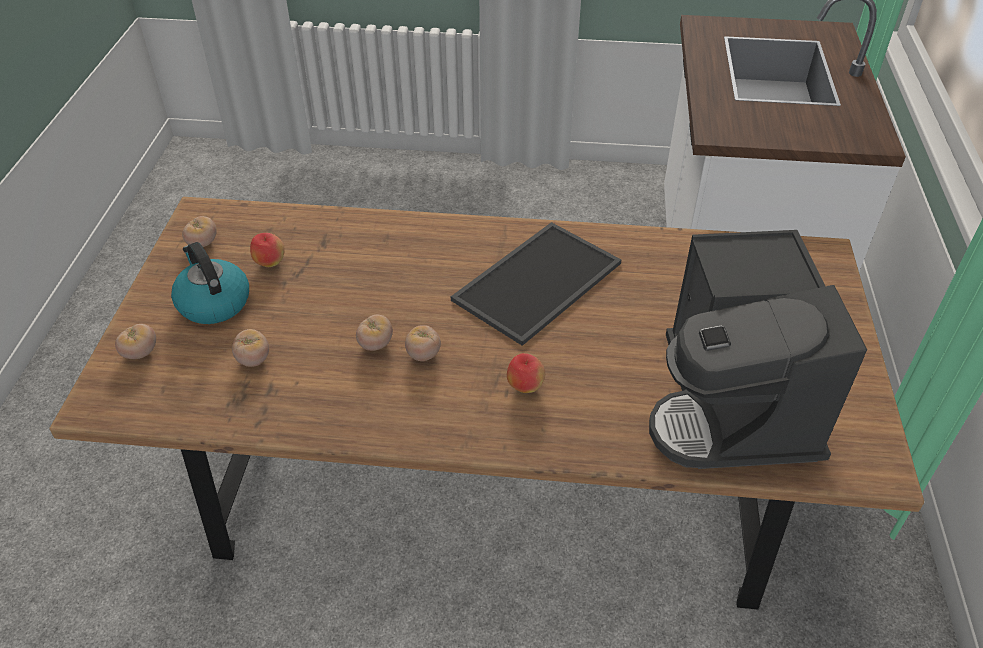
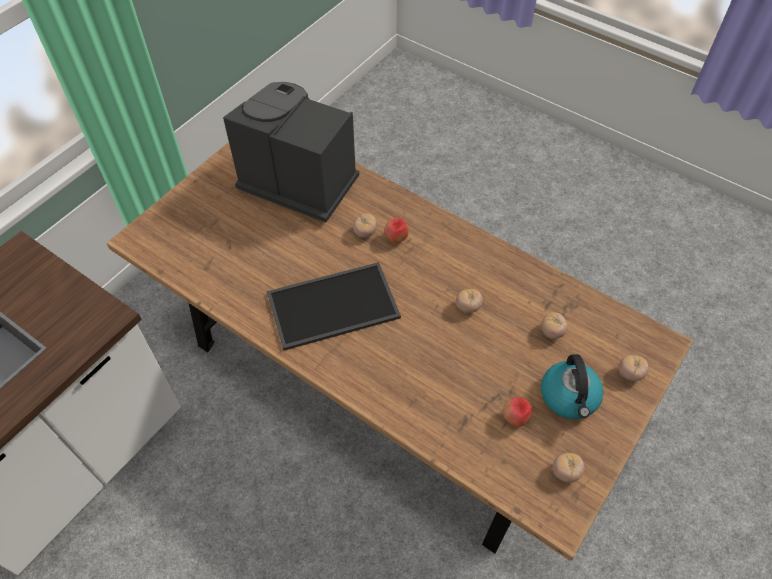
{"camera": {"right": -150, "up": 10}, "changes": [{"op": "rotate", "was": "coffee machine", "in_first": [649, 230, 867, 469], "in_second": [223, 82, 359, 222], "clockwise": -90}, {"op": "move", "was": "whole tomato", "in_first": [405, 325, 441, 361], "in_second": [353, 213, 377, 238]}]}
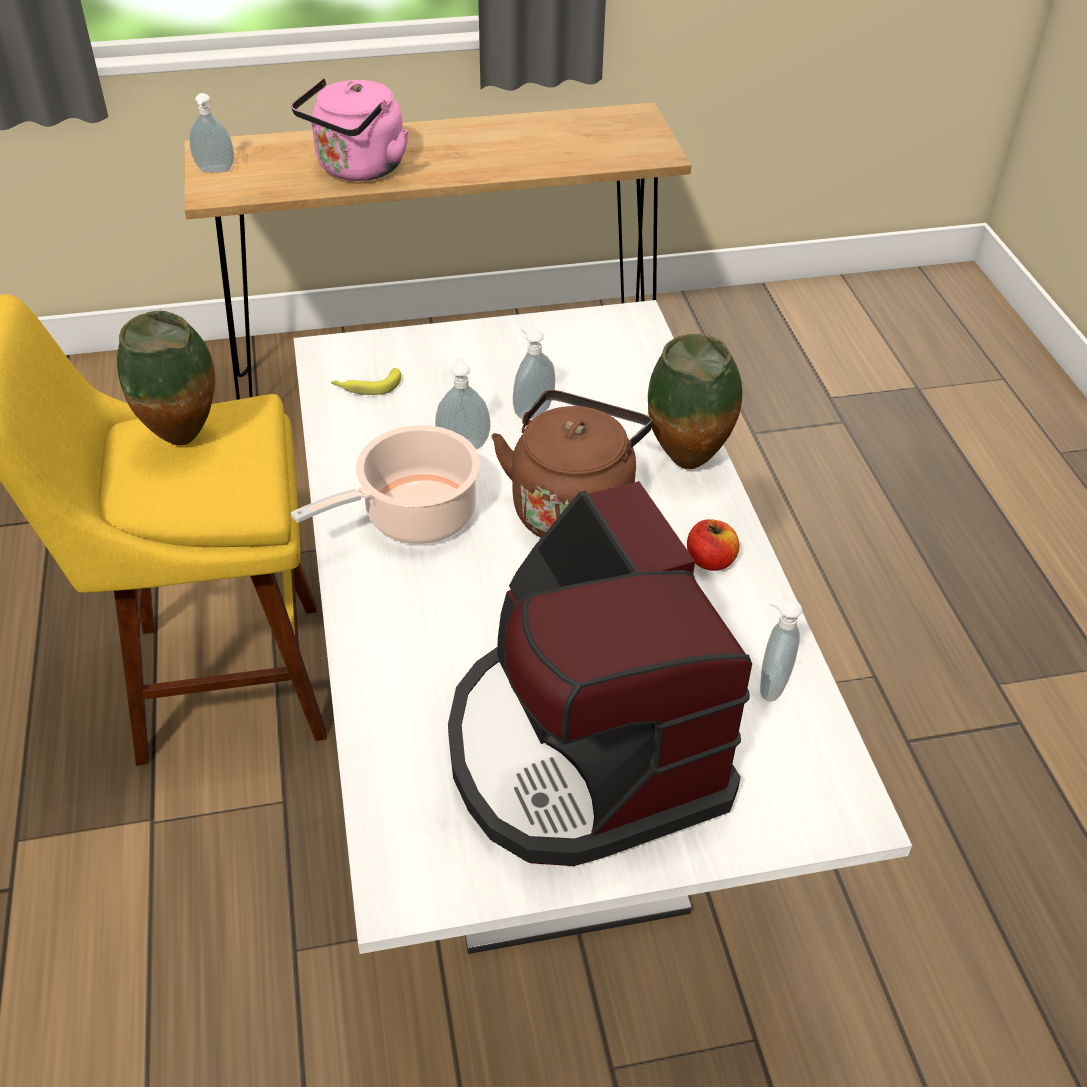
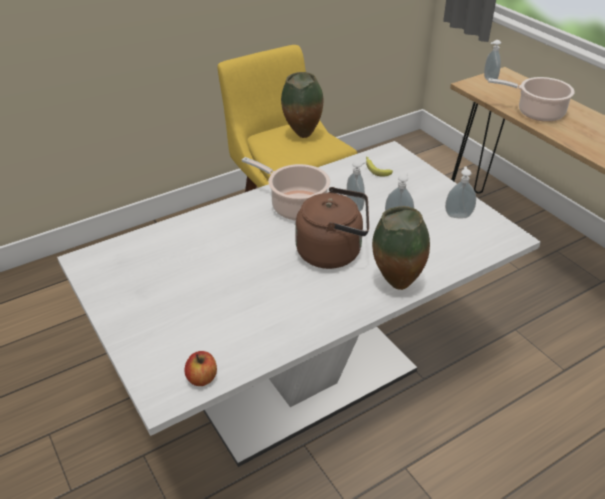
{"camera": {"right": 70, "up": -5}, "changes": [{"op": "replace", "was": "water kettle/pinkish", "now": "stockpot", "in_first": [291, 78, 409, 181], "in_second": [488, 77, 575, 122]}, {"op": "delete", "was": "coffee machine", "in_first": [448, 481, 752, 866]}, {"op": "move", "was": "apple fruit", "in_first": [687, 519, 739, 571], "in_second": [185, 351, 217, 386]}, {"op": "move", "was": "liquid soap bottle", "in_first": [760, 599, 802, 701], "in_second": [445, 166, 476, 218]}]}
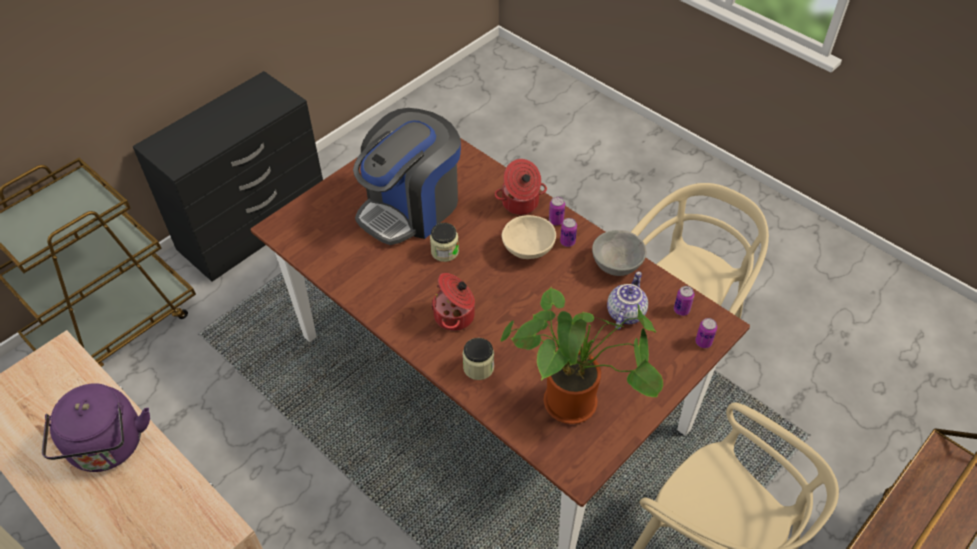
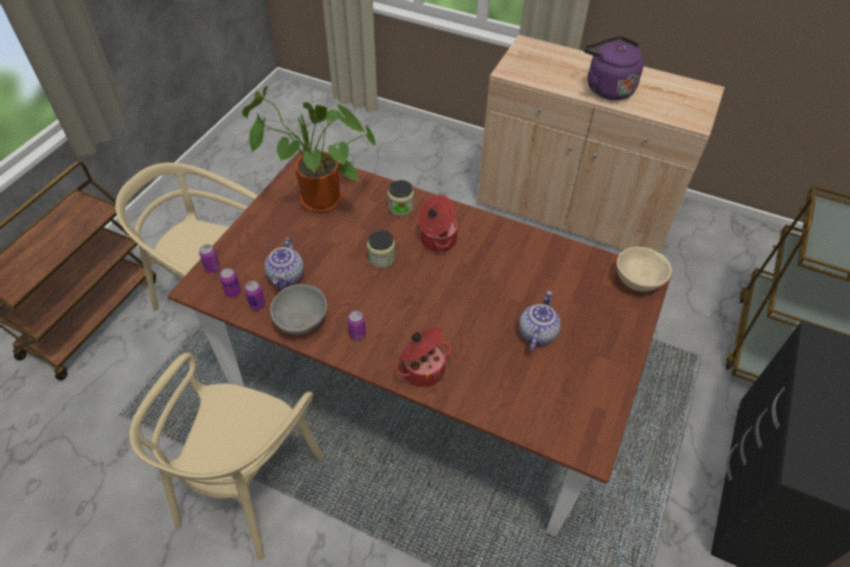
{"camera": {"right": 160, "up": 0}, "changes": [{"op": "replace", "was": "coffee machine", "now": "tea pot", "in_first": [353, 108, 461, 245], "in_second": [519, 291, 561, 351]}, {"op": "move", "was": "metal can", "in_first": [549, 197, 565, 225], "in_second": [245, 281, 265, 310]}, {"op": "move", "was": "serving bowl/beige-coloured", "in_first": [502, 215, 556, 259], "in_second": [617, 247, 672, 292]}, {"op": "move", "was": "jar", "in_first": [430, 223, 459, 262], "in_second": [367, 230, 395, 268]}]}
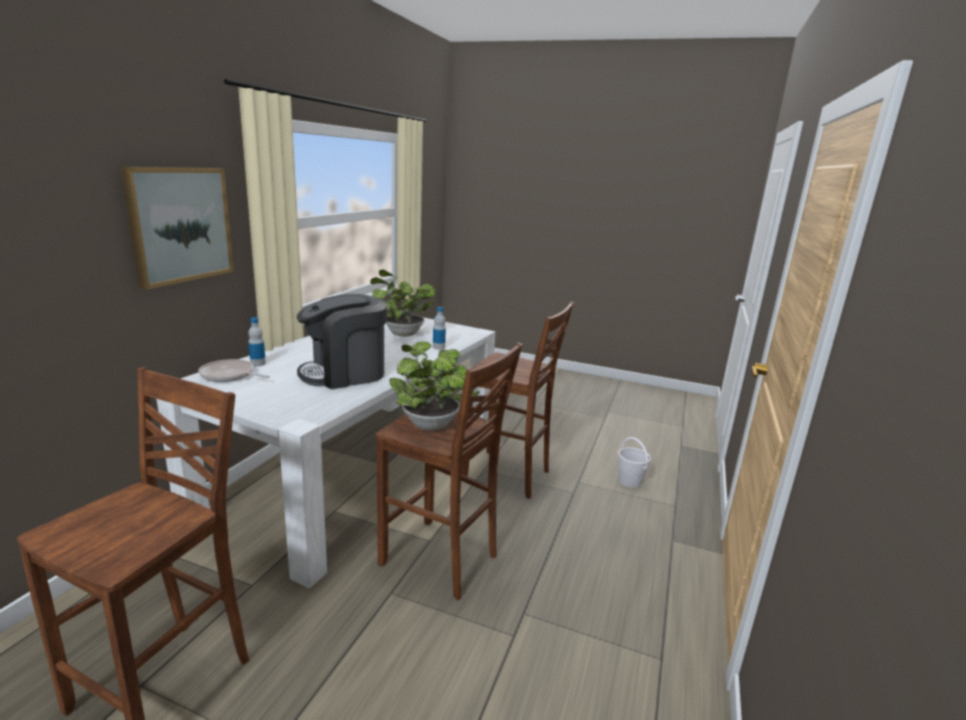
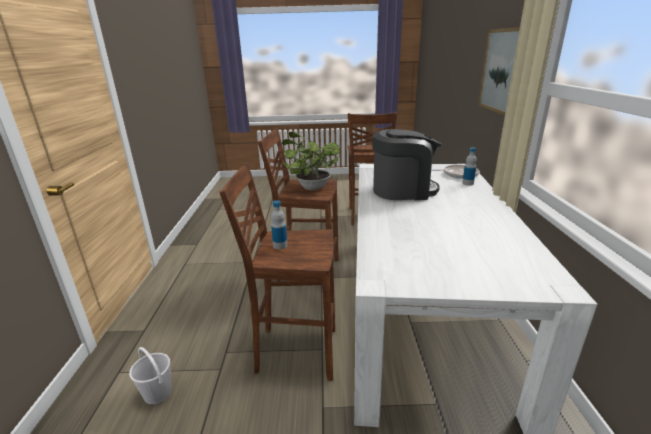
{"camera": {"right": 160, "up": 5}, "changes": [{"op": "delete", "was": "potted plant", "in_first": [370, 269, 436, 337]}, {"op": "rotate", "was": "coffee machine", "in_first": [297, 294, 387, 389], "in_second": [372, 129, 442, 200], "clockwise": 45}, {"op": "move", "was": "drink bottle", "in_first": [433, 307, 446, 350], "in_second": [271, 200, 288, 249]}]}
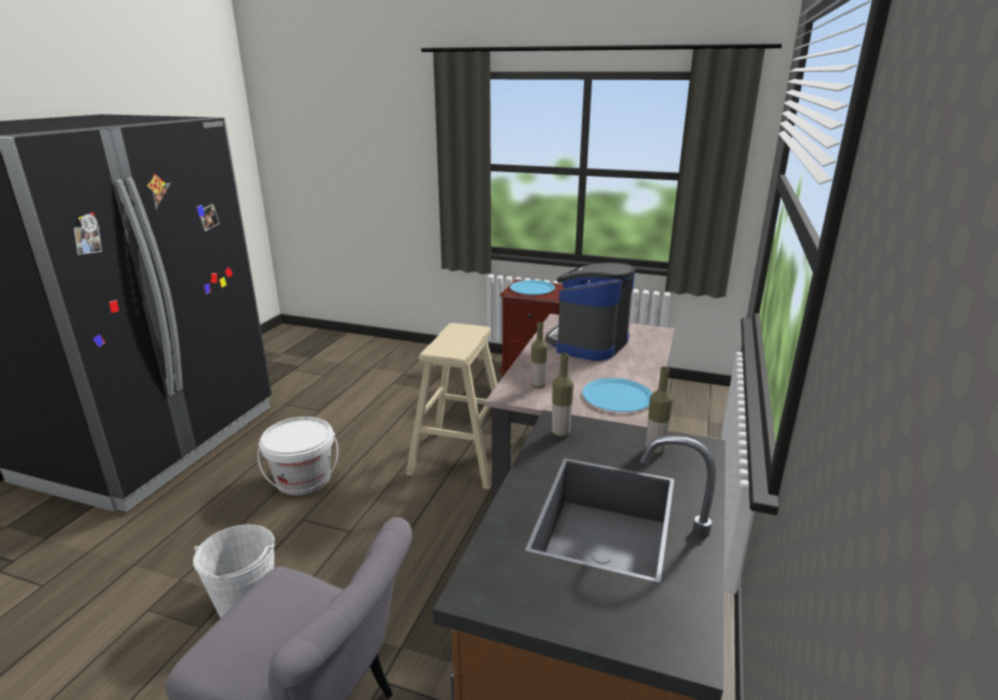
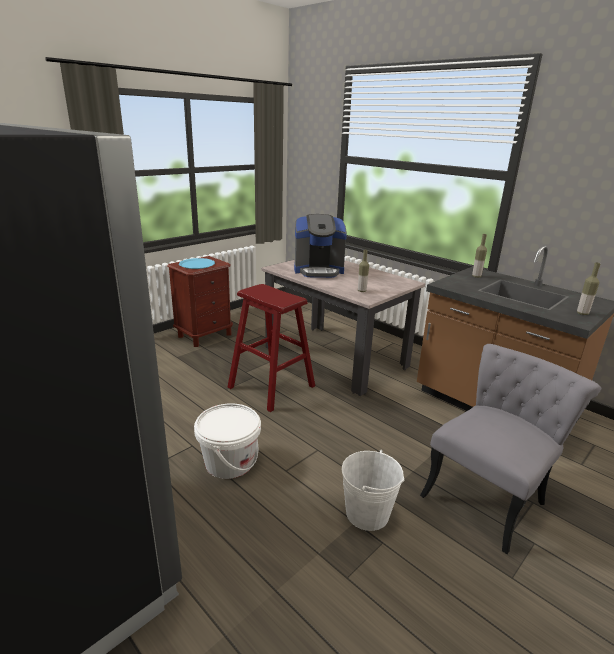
{"camera": {"right": -65, "up": 0}, "changes": [{"op": "rotate", "was": "coffee machine", "in_first": [545, 262, 635, 361], "in_second": [294, 214, 347, 278], "clockwise": -60}, {"op": "recolor", "was": "stool seat/beige-coloured", "now": "stool seat/red-coloured", "in_first": [406, 323, 497, 489], "in_second": [228, 284, 315, 412]}, {"op": "move", "was": "drink bottle", "in_first": [552, 353, 574, 437], "in_second": [577, 263, 600, 315]}, {"op": "delete", "was": "dinner plate/blue", "in_first": [582, 378, 652, 412]}]}
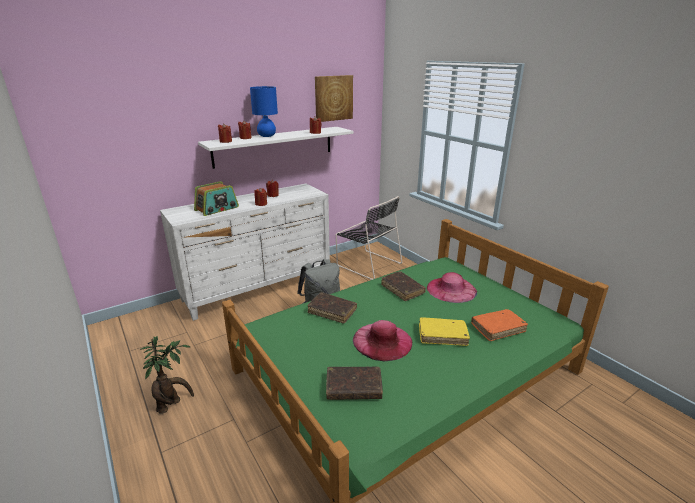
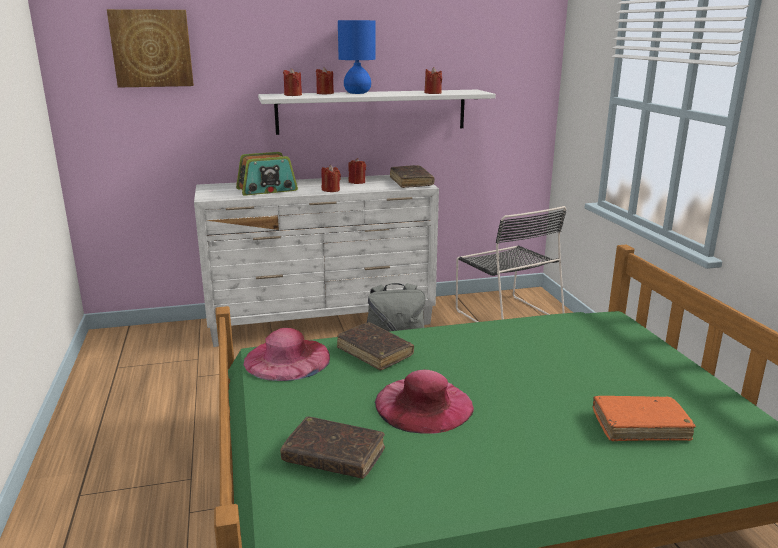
{"camera": {"right": 20, "up": -5}, "changes": [{"op": "move", "was": "wall picture", "in_first": [315, 75, 353, 122], "in_second": [107, 9, 194, 88]}, {"op": "move", "was": "bound book/brown", "in_first": [381, 271, 426, 301], "in_second": [390, 165, 435, 188]}, {"op": "move", "was": "hat/pinkish", "in_first": [427, 272, 477, 303], "in_second": [244, 328, 330, 381]}, {"op": "delete", "was": "bound book/yellow-coloured", "in_first": [419, 317, 470, 346]}, {"op": "delete", "was": "potted plant", "in_first": [141, 336, 194, 413]}]}
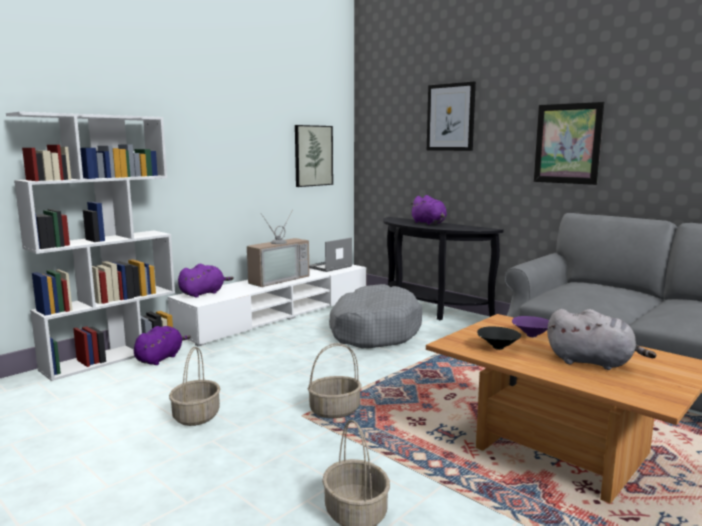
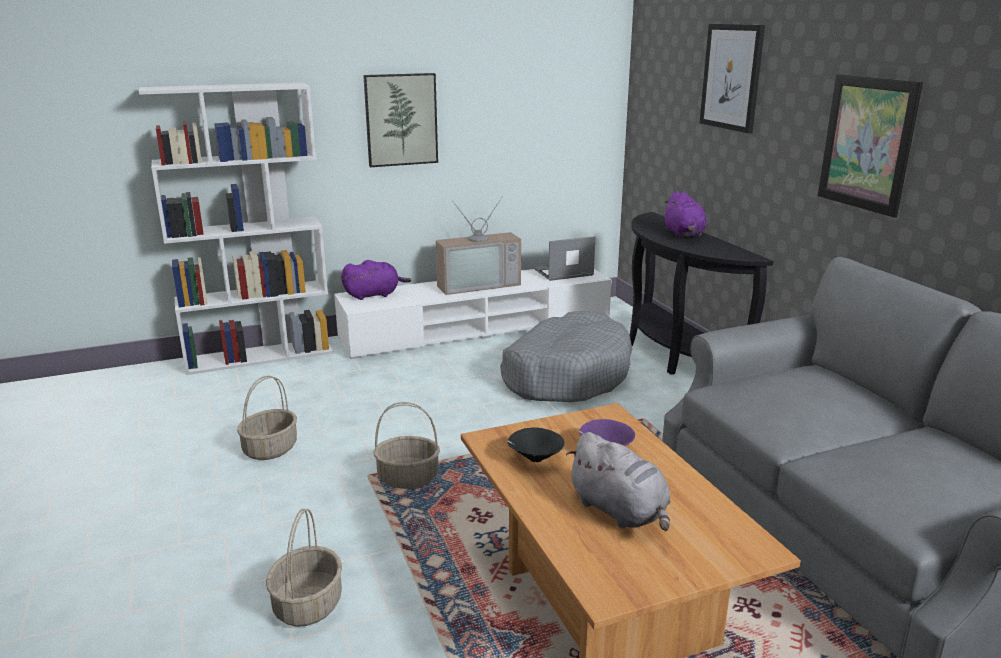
{"camera": {"right": 25, "up": 10}, "changes": [{"op": "move", "was": "wall picture", "in_first": [295, 125, 333, 187], "in_second": [363, 73, 438, 167]}, {"op": "delete", "was": "soft toy/purple", "in_first": [134, 326, 191, 365]}]}
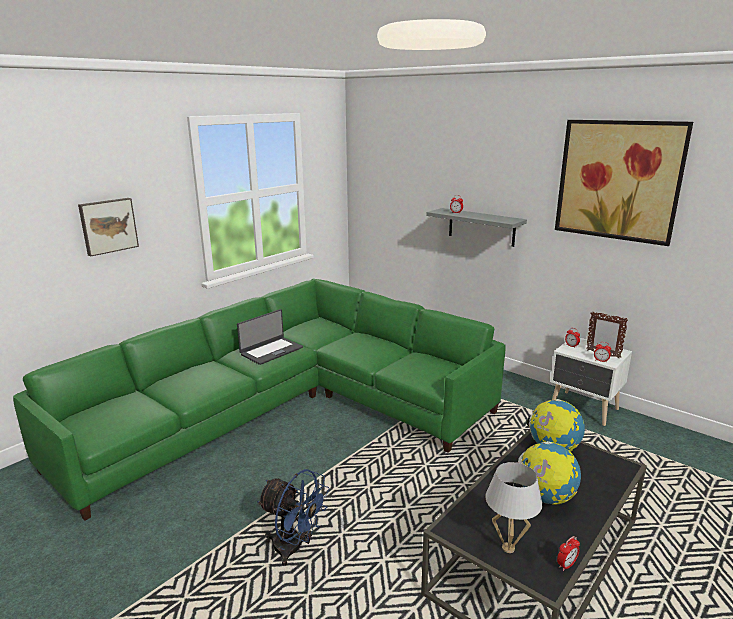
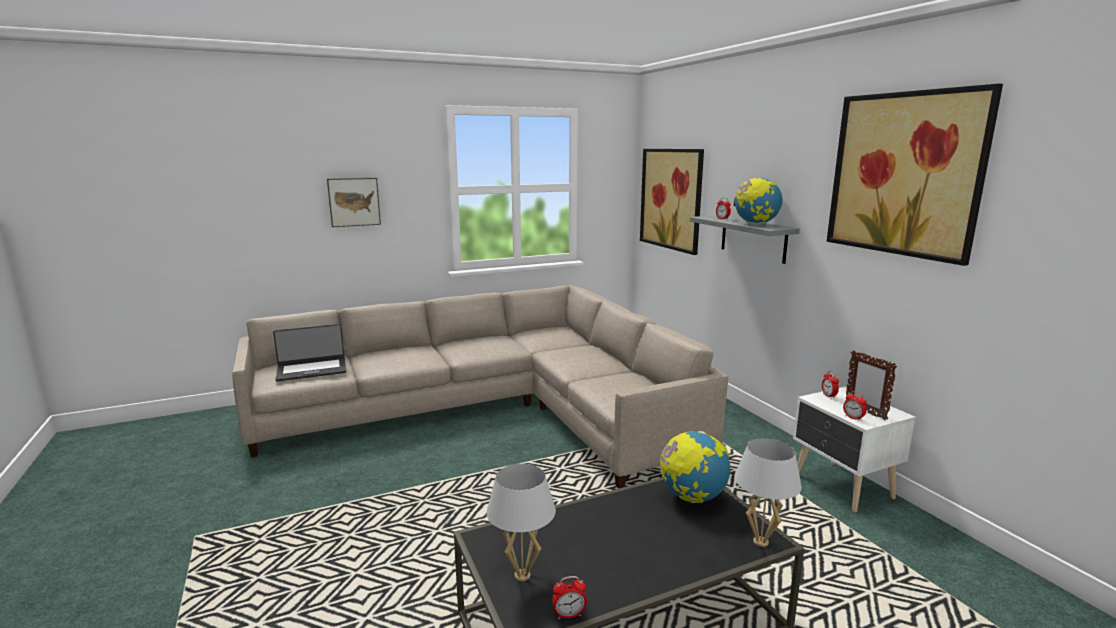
{"camera": {"right": 25, "up": -5}, "changes": [{"op": "recolor", "was": "settee/green-coloured", "now": "settee/beige-coloured", "in_first": [13, 279, 506, 521], "in_second": [232, 285, 728, 488]}, {"op": "move", "was": "laptop", "in_first": [237, 309, 303, 365], "in_second": [273, 324, 346, 382]}, {"op": "move", "was": "world globe", "in_first": [517, 441, 581, 505], "in_second": [734, 178, 782, 225]}, {"op": "delete", "was": "fan/blue", "in_first": [257, 469, 330, 566]}, {"op": "insert", "now": "wall picture", "in_second": [640, 149, 704, 255]}, {"op": "insert", "now": "table lamp/white", "in_second": [735, 439, 802, 547]}]}
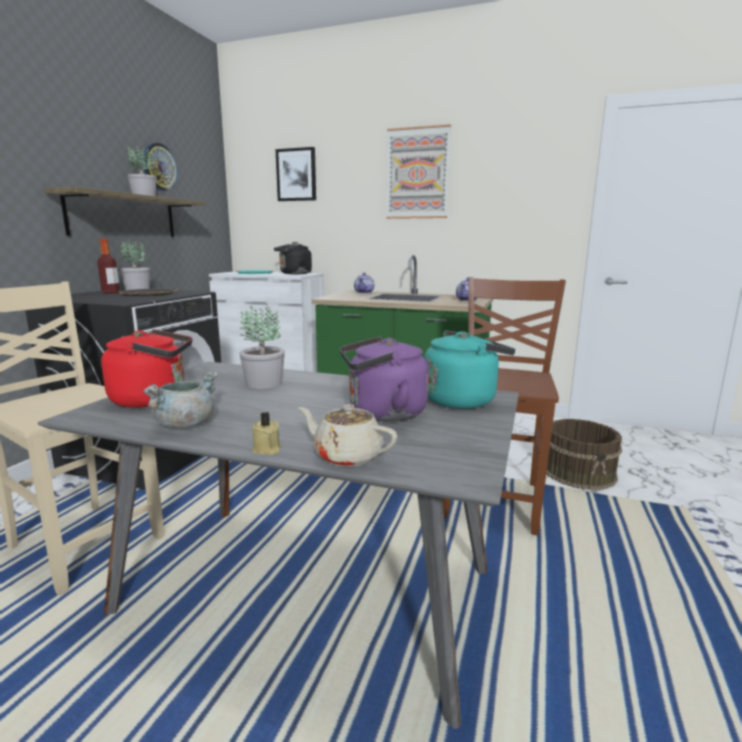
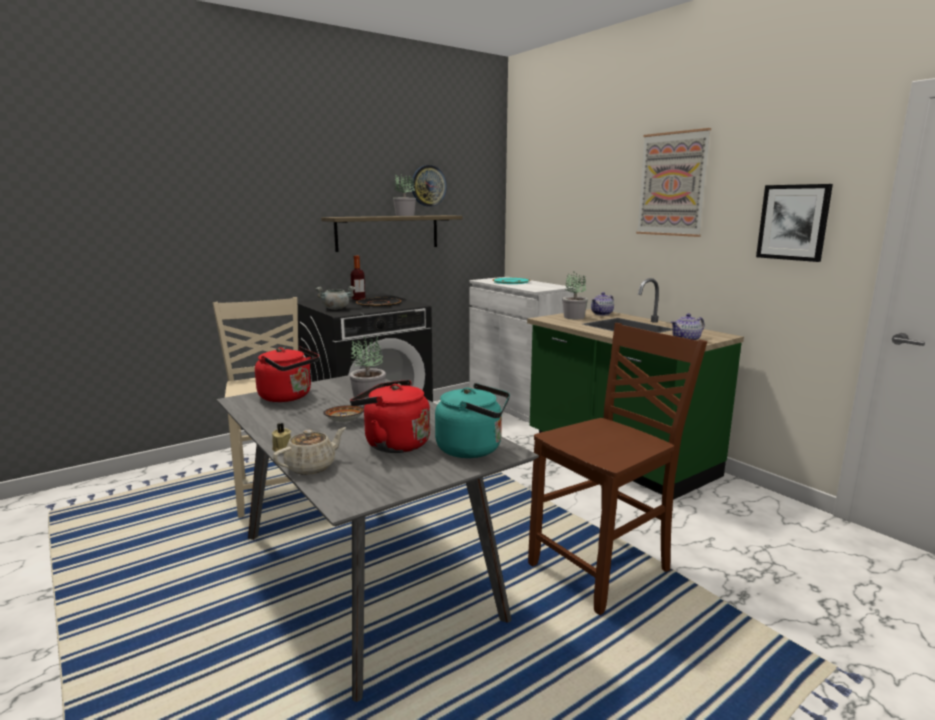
{"camera": {"right": 35, "up": 0}, "changes": [{"op": "move", "was": "wall picture", "in_first": [275, 147, 316, 201], "in_second": [756, 184, 833, 262]}, {"op": "move", "was": "potted plant", "in_first": [120, 239, 150, 290], "in_second": [562, 271, 588, 319]}, {"op": "delete", "was": "water kettle/black-coloured", "in_first": [274, 242, 312, 274]}, {"op": "recolor", "was": "water kettle/purple", "now": "water kettle/red-coloured", "in_first": [340, 337, 429, 422], "in_second": [350, 380, 430, 453]}, {"op": "move", "was": "stockpot/gray", "in_first": [143, 370, 218, 428], "in_second": [316, 286, 356, 310]}, {"op": "rotate", "was": "tea pot/beige-coloured", "in_first": [298, 404, 397, 467], "in_second": [273, 427, 346, 475], "clockwise": 75}, {"op": "delete", "was": "water bucket/brown", "in_first": [546, 419, 622, 490]}, {"op": "insert", "now": "serving bowl", "in_second": [323, 405, 364, 422]}]}
